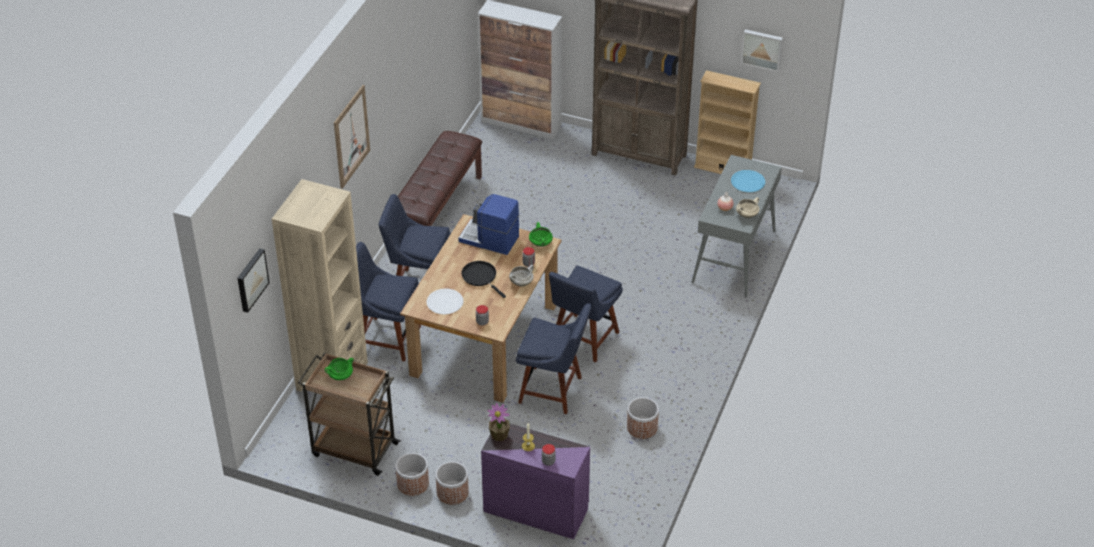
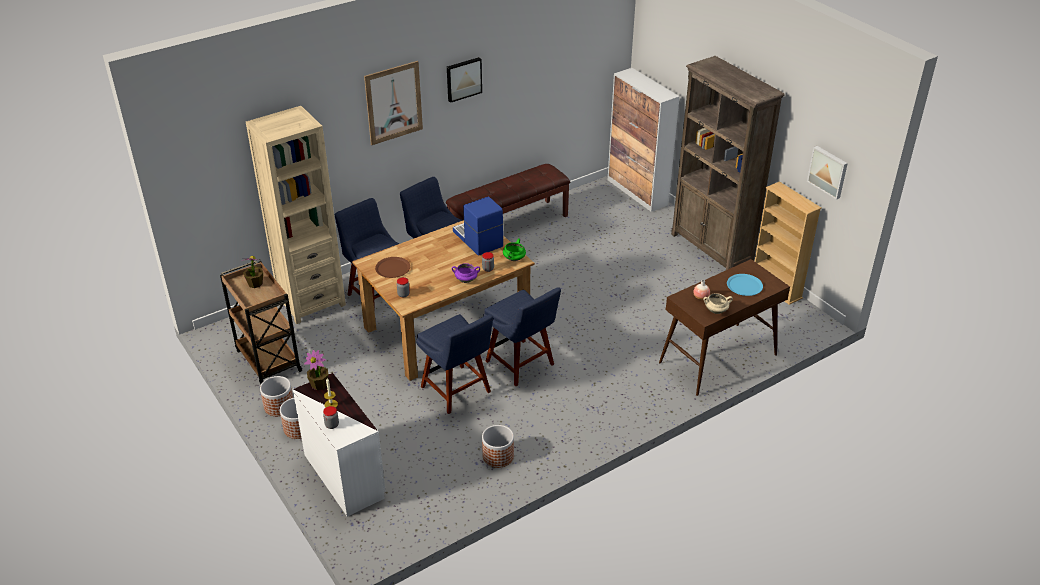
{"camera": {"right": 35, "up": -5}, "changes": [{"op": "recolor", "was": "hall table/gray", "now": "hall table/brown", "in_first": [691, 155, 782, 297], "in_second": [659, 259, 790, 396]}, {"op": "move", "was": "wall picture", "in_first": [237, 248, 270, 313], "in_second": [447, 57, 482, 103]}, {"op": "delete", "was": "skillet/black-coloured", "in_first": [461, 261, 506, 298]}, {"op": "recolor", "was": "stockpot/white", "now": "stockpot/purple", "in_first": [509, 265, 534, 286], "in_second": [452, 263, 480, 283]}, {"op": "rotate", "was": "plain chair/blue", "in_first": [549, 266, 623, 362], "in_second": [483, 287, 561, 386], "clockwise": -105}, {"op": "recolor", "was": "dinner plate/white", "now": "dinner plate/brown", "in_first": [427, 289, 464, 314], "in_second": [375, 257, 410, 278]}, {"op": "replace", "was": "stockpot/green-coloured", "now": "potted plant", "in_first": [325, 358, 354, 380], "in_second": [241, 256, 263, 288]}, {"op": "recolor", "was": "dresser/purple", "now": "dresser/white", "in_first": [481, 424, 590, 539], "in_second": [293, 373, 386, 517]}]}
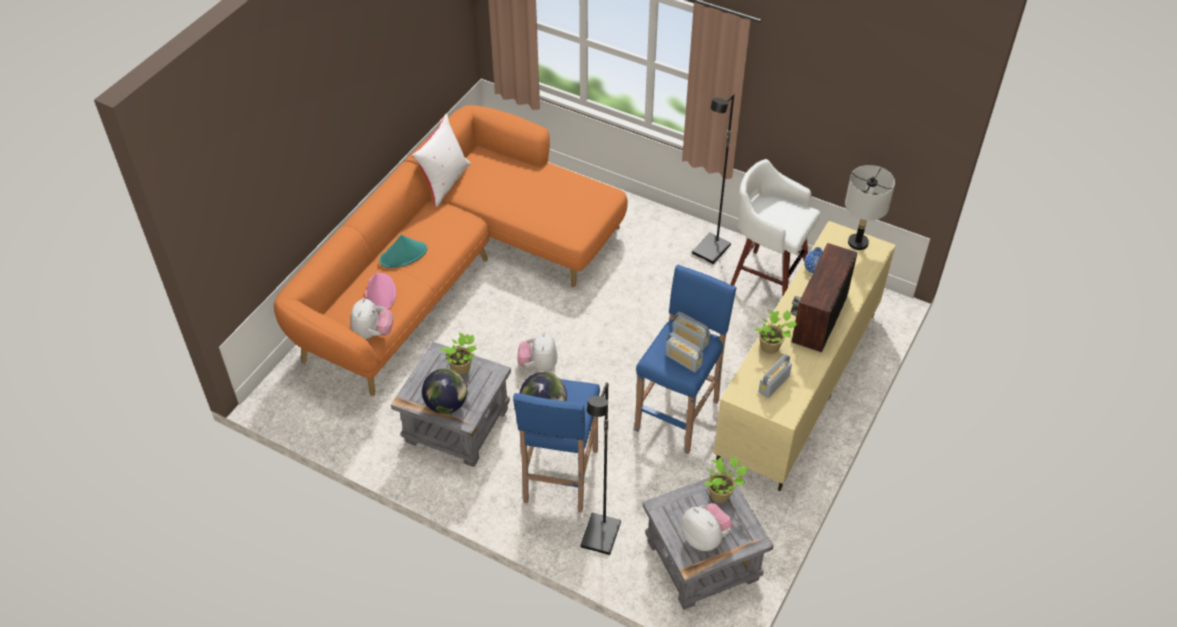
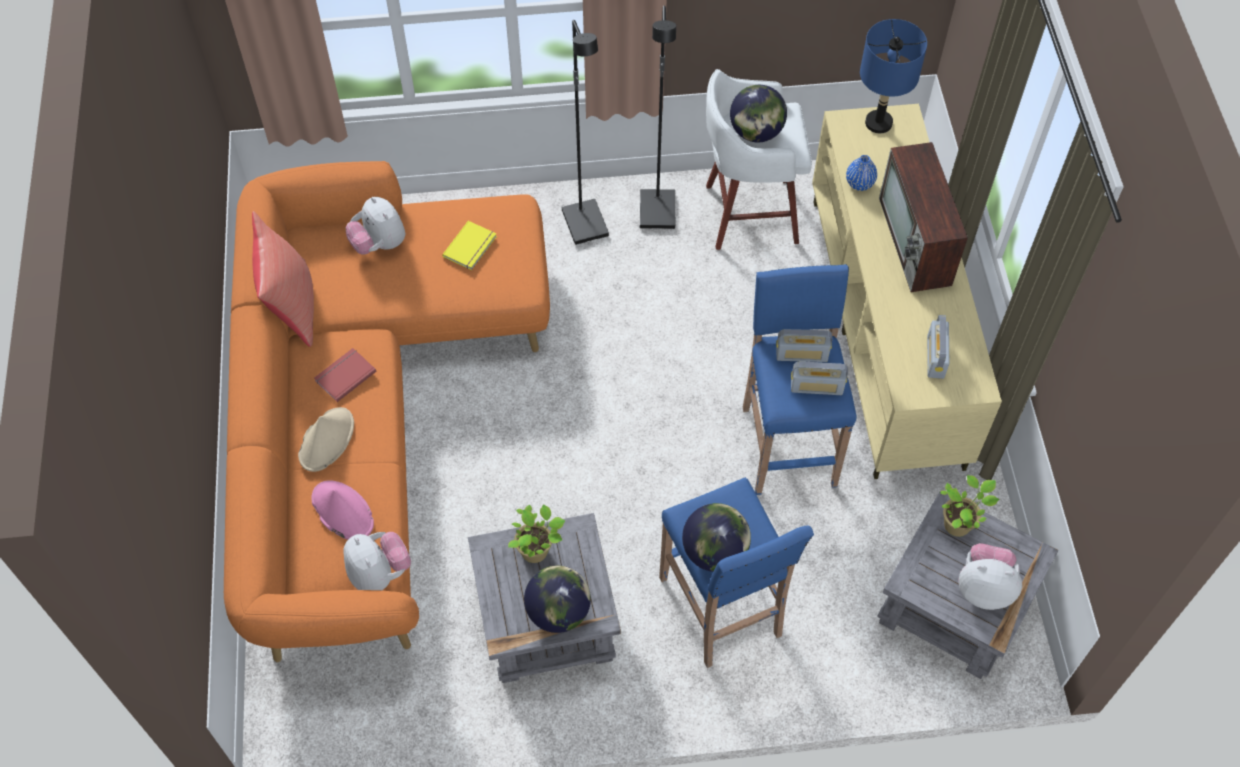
{"camera": {"right": -35, "up": 10}, "changes": [{"op": "recolor", "was": "throw pillow/white", "now": "throw pillow/red-coloured", "in_first": [412, 113, 471, 207], "in_second": [252, 211, 314, 347]}, {"op": "recolor", "was": "table lamp/gray", "now": "table lamp/blue", "in_first": [845, 165, 895, 250], "in_second": [860, 19, 927, 133]}, {"op": "recolor", "was": "hat/turquoise", "now": "hat/beige-coloured", "in_first": [379, 235, 427, 268], "in_second": [298, 407, 354, 472]}, {"op": "delete", "was": "potted plant", "in_first": [754, 310, 797, 354]}, {"op": "move", "was": "soft toy", "in_first": [517, 332, 558, 372], "in_second": [346, 197, 405, 255]}, {"op": "move", "was": "floor lamp/black-coloured", "in_first": [580, 382, 621, 555], "in_second": [562, 20, 609, 245]}, {"op": "insert", "now": "world globe", "in_second": [730, 85, 787, 142]}, {"op": "insert", "now": "bound book/yellow-coloured", "in_second": [442, 221, 497, 270]}, {"op": "insert", "now": "bound book/red-coloured", "in_second": [314, 348, 376, 402]}]}
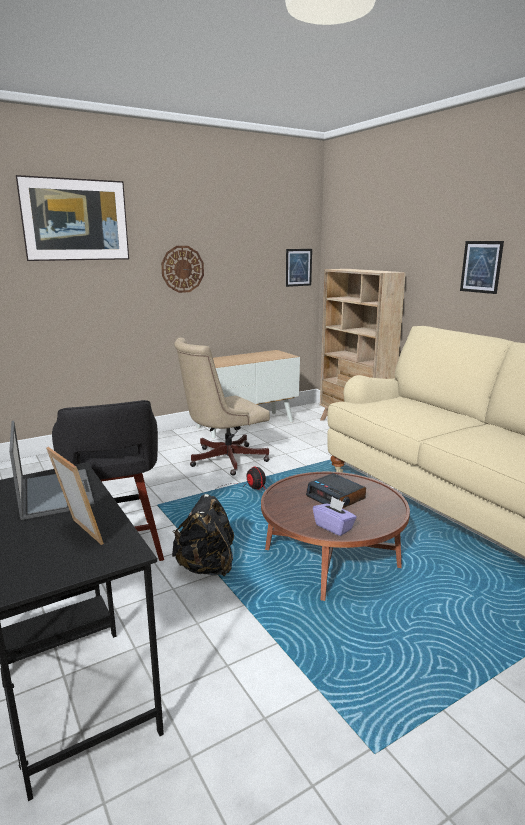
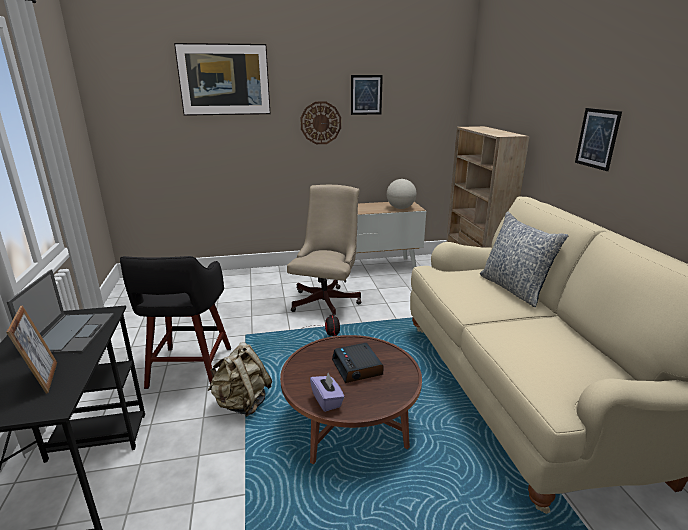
{"camera": {"right": 20, "up": 5}, "changes": [{"op": "move", "was": "wall picture", "in_first": [286, 249, 312, 287], "in_second": [351, 75, 383, 115]}, {"op": "rotate", "was": "desk chair/beige-coloured", "in_first": [174, 338, 270, 476], "in_second": [287, 185, 362, 317], "clockwise": 120}, {"op": "recolor", "was": "backpack/black-coloured", "now": "backpack/beige-coloured", "in_first": [172, 494, 234, 576], "in_second": [208, 342, 272, 417]}, {"op": "insert", "now": "world globe", "in_second": [387, 179, 417, 209]}, {"op": "insert", "now": "throw pillow", "in_second": [480, 212, 568, 307]}]}
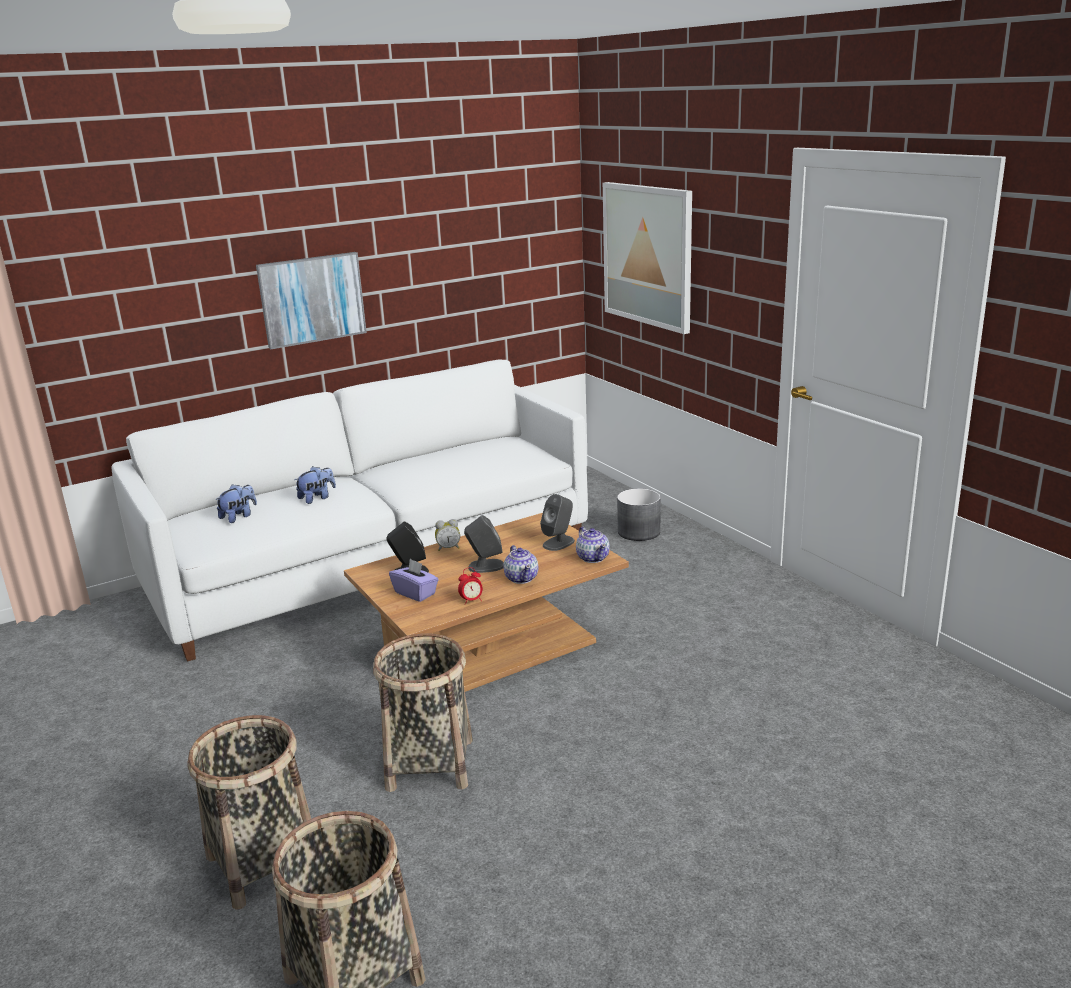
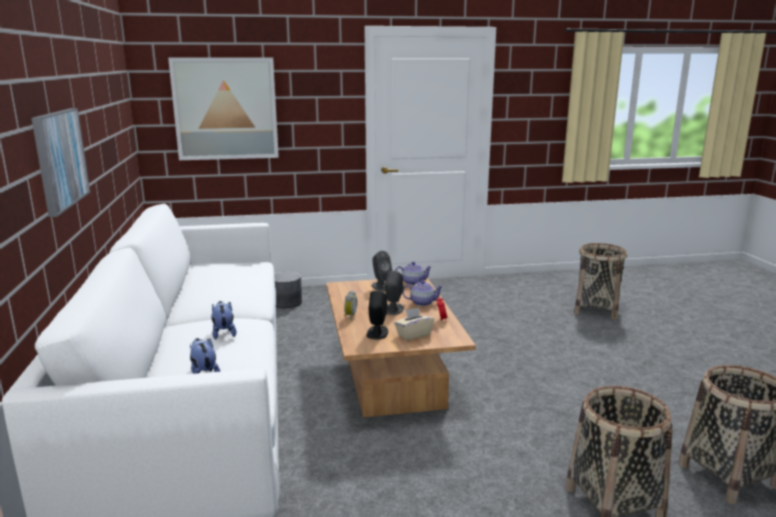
{"camera": {"right": -70, "up": -5}, "changes": [{"op": "recolor", "was": "box of tissues/purple", "now": "box of tissues/beige-coloured", "in_first": [389, 559, 439, 602], "in_second": [394, 307, 434, 341]}, {"op": "move", "was": "basket", "in_first": [373, 633, 473, 792], "in_second": [574, 243, 627, 319]}]}
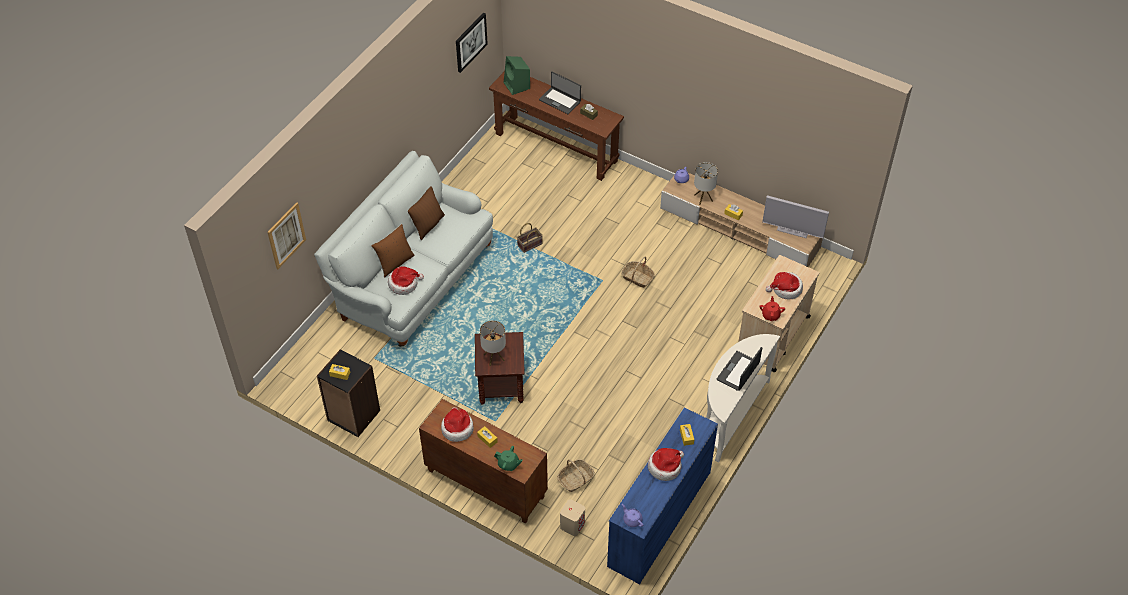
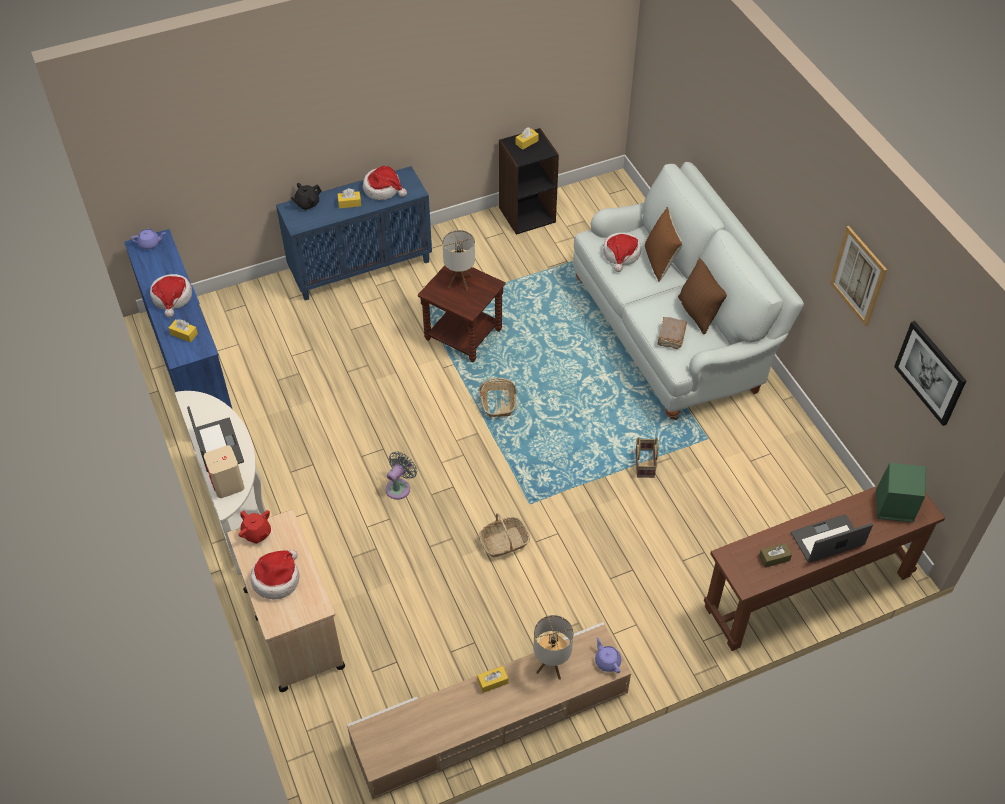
{"camera": {"right": 125, "up": 0}, "changes": [{"op": "delete", "was": "TV set", "in_first": [762, 195, 829, 238]}, {"op": "move", "was": "wall picture", "in_first": [267, 202, 306, 269], "in_second": [830, 226, 887, 326]}, {"op": "recolor", "was": "cabinet/brown", "now": "cabinet/blue", "in_first": [419, 399, 548, 524], "in_second": [276, 166, 432, 300]}, {"op": "recolor", "was": "tea pot/green-coloured", "now": "tea pot/black-coloured", "in_first": [494, 446, 523, 471], "in_second": [290, 183, 321, 211]}, {"op": "move", "was": "basket", "in_first": [557, 459, 595, 492], "in_second": [479, 378, 516, 417]}, {"op": "move", "was": "loudspeaker/beige-coloured", "in_first": [560, 499, 585, 536], "in_second": [204, 445, 244, 498]}, {"op": "insert", "now": "bound book/brown", "in_second": [657, 317, 687, 349]}, {"op": "insert", "now": "fan/gray", "in_second": [386, 451, 417, 500]}]}
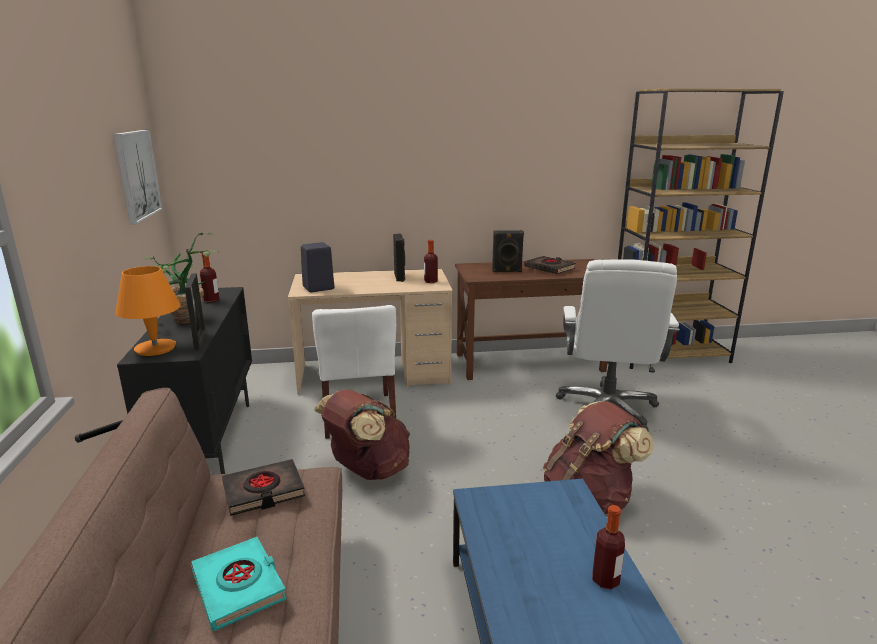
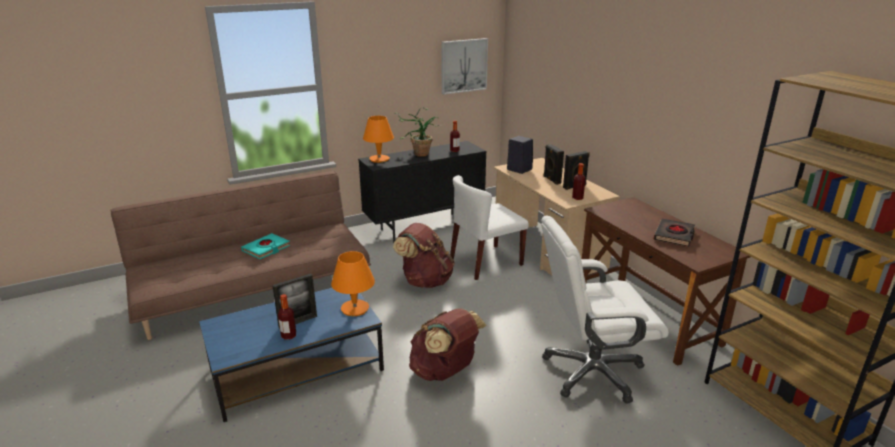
{"camera": {"right": 70, "up": 5}, "changes": [{"op": "move", "was": "loudspeaker/black-coloured", "in_first": [492, 230, 524, 272], "in_second": [543, 144, 564, 185]}, {"op": "move", "was": "photo frame", "in_first": [185, 273, 205, 350], "in_second": [272, 274, 317, 329]}, {"op": "delete", "was": "bound book/black-coloured", "in_first": [222, 459, 305, 516]}, {"op": "insert", "now": "table lamp/orangey", "in_second": [331, 251, 375, 316]}]}
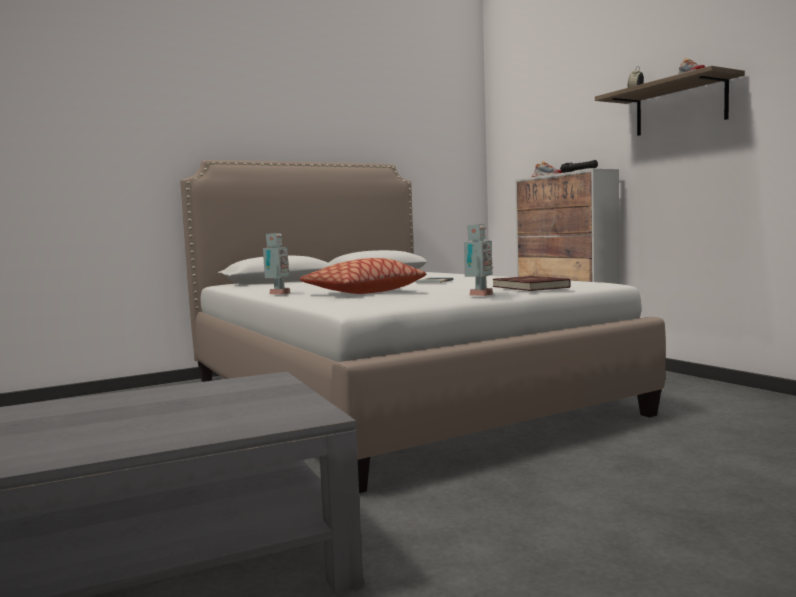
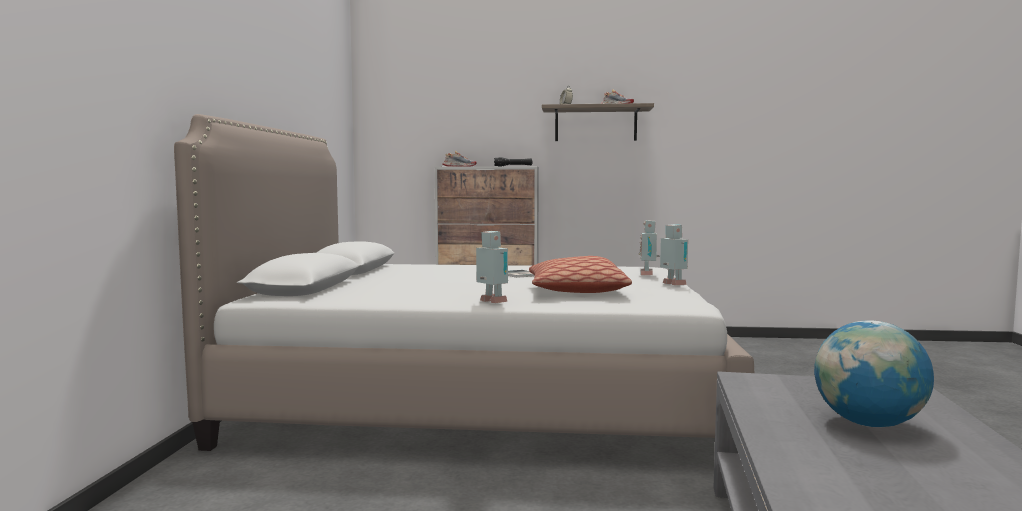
{"camera": {"right": -55, "up": 0}, "changes": [{"op": "replace", "was": "bound book/red-coloured", "now": "model robot", "in_first": [493, 276, 571, 291], "in_second": [638, 220, 660, 275]}, {"op": "insert", "now": "world globe", "in_second": [814, 320, 934, 427]}]}
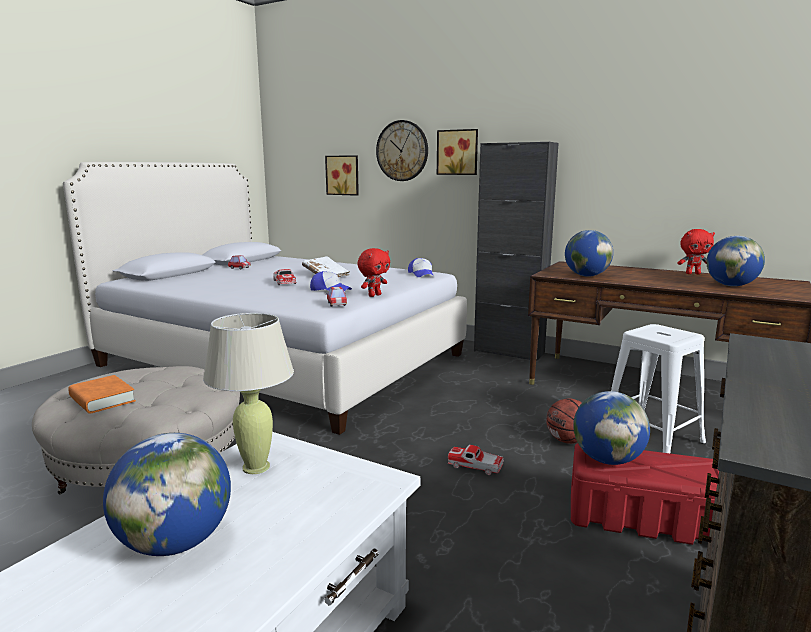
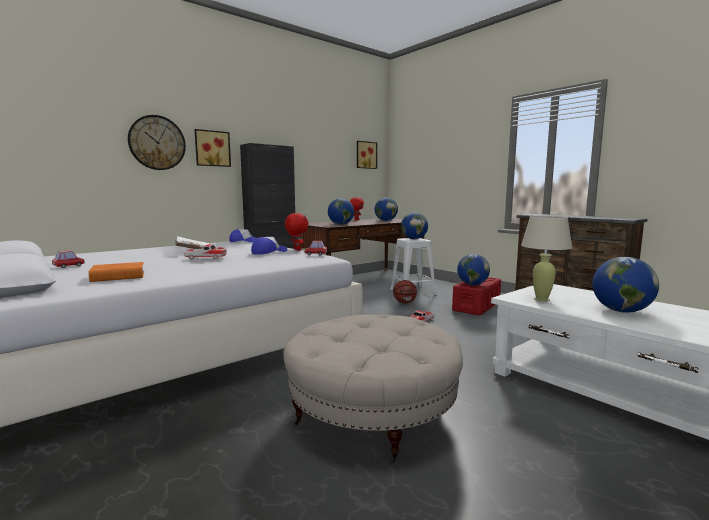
{"camera": {"right": -70, "up": -5}, "changes": [{"op": "move", "was": "wall picture", "in_first": [325, 155, 359, 196], "in_second": [357, 141, 377, 169]}, {"op": "move", "was": "bound book/orangey", "in_first": [68, 375, 136, 414], "in_second": [89, 262, 144, 282]}, {"op": "insert", "now": "world globe", "in_second": [401, 212, 428, 239]}]}
